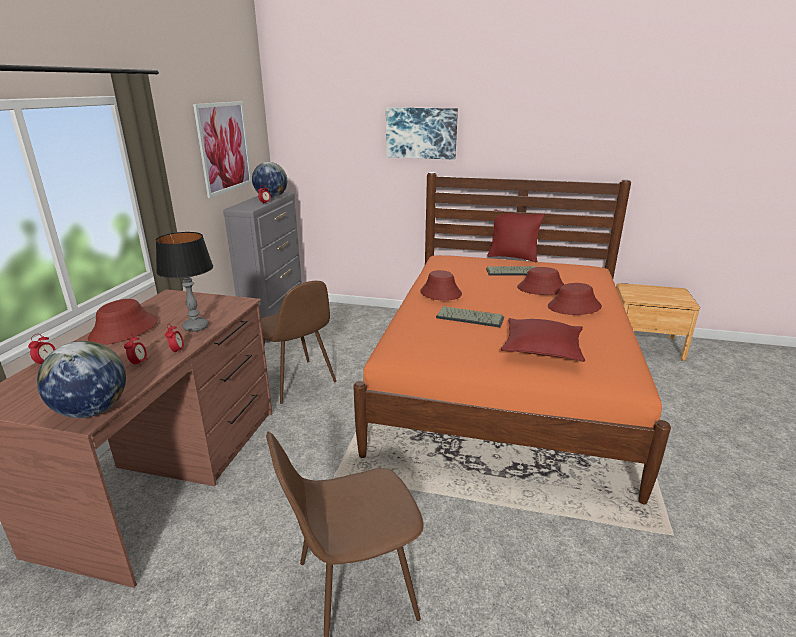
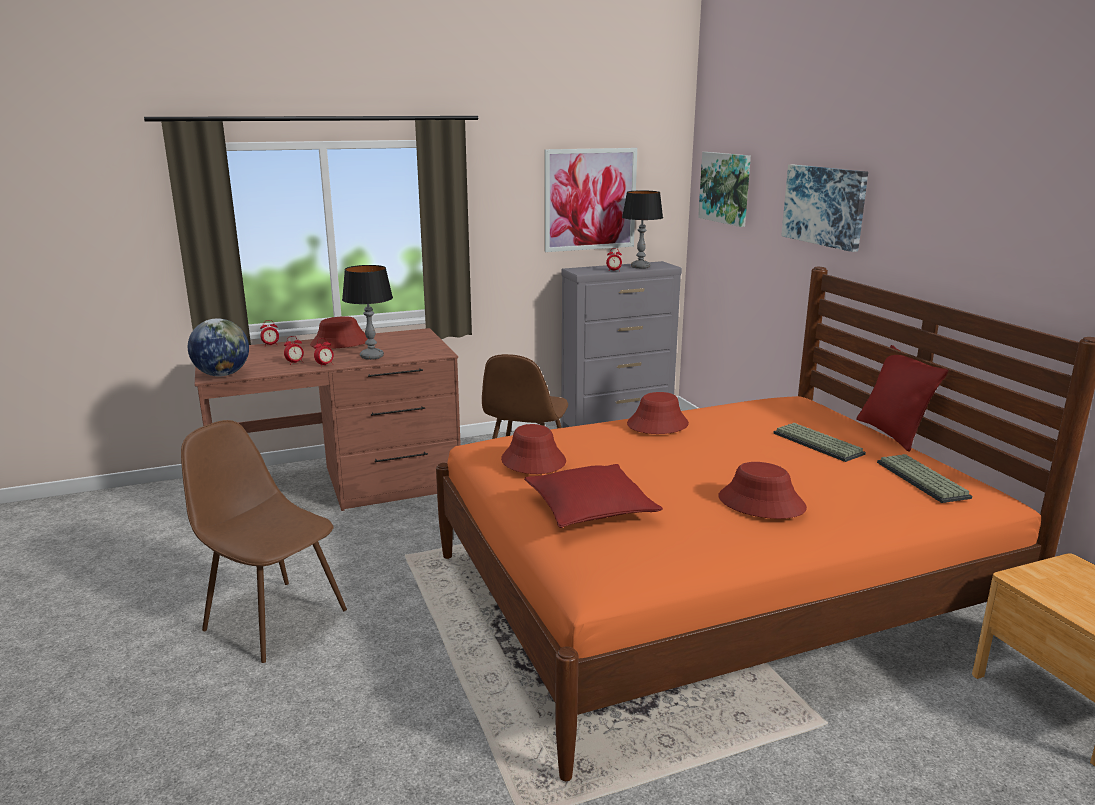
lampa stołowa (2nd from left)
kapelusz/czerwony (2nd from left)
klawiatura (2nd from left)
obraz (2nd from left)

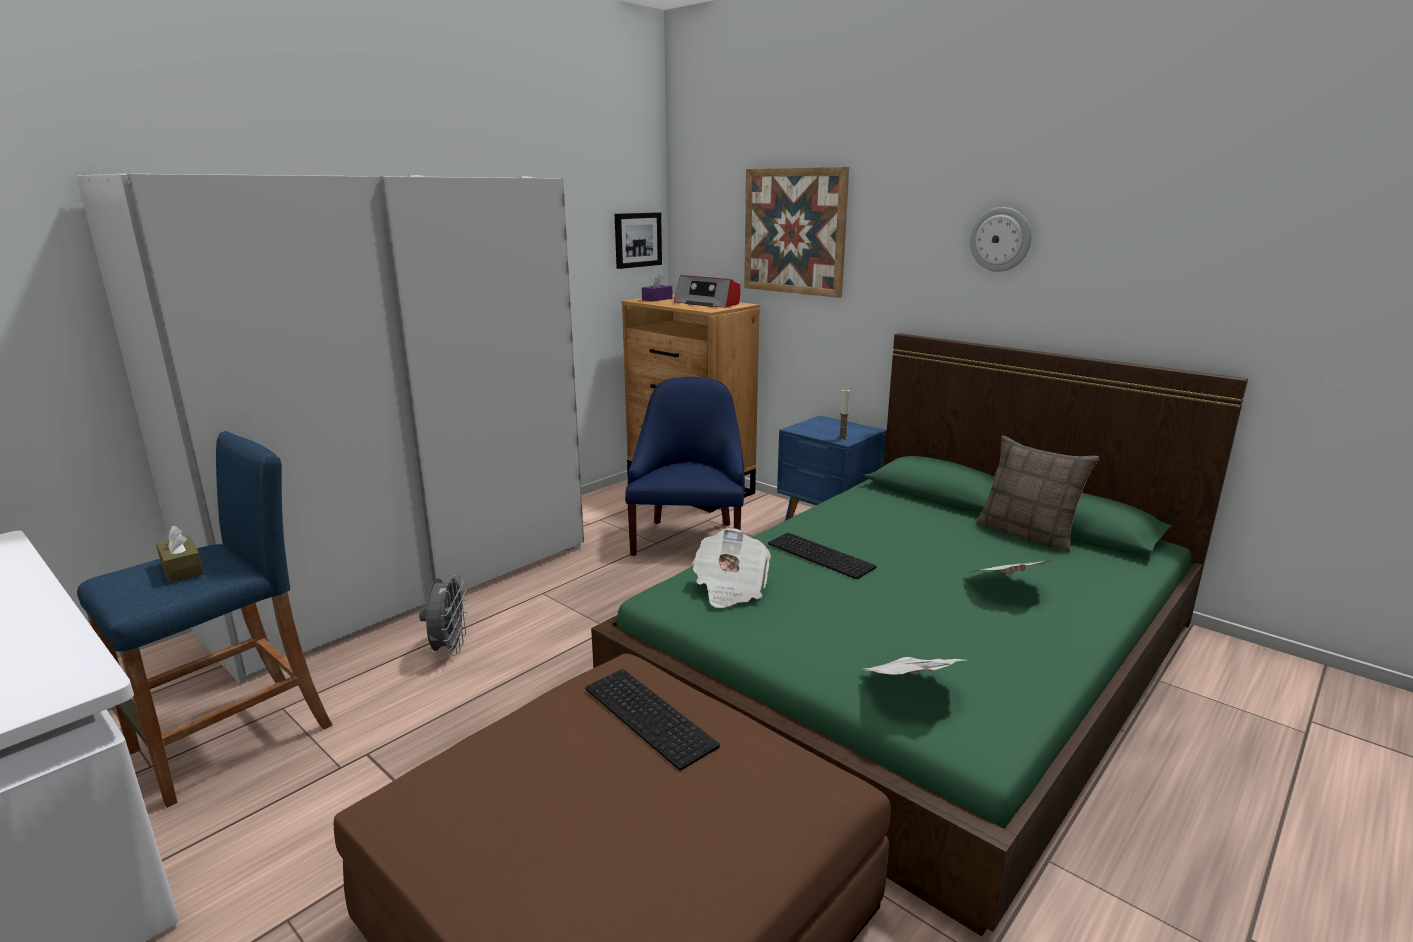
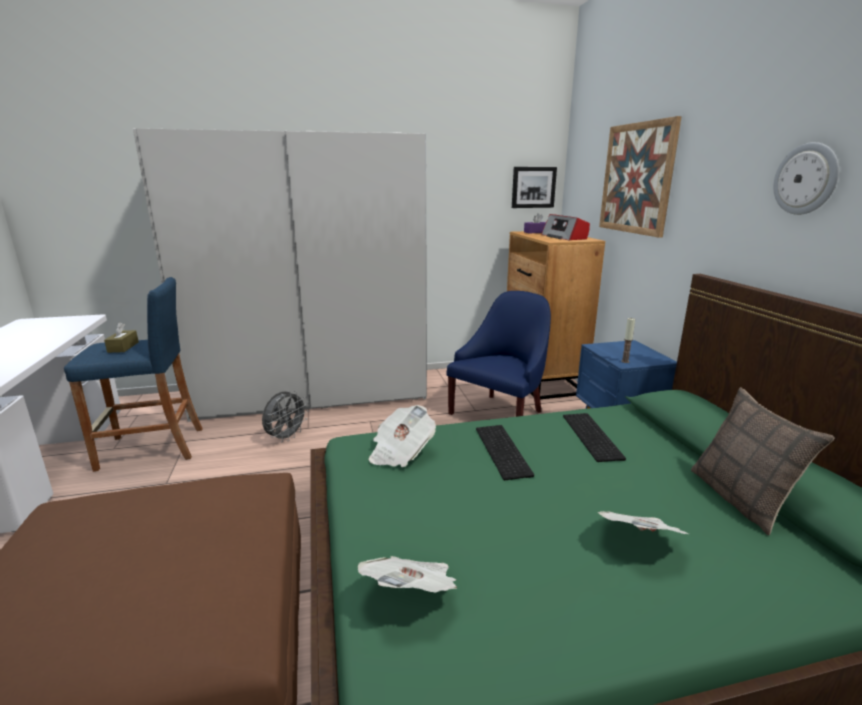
klawiatura (2nd from left)

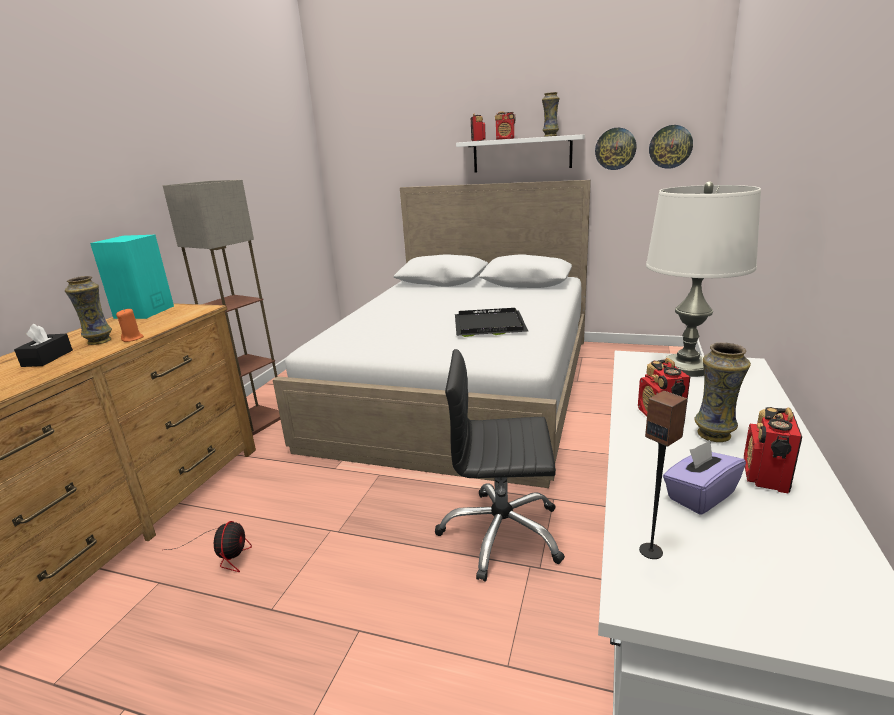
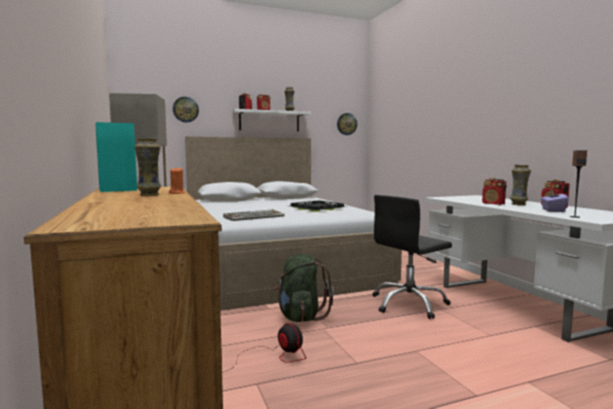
zegar ścienny (1st from left)
lampa stołowa/biały
pudełko chusteczek/czarny
klawiatura
plecak/zielony

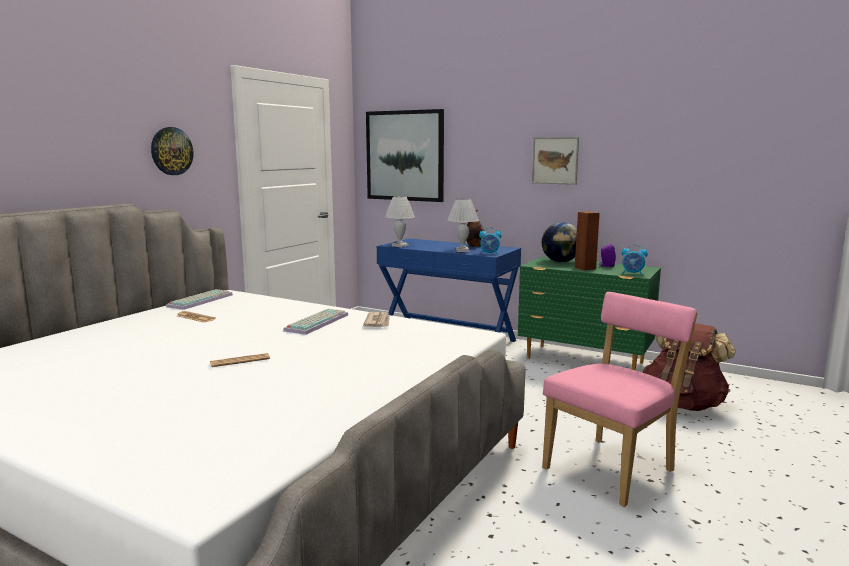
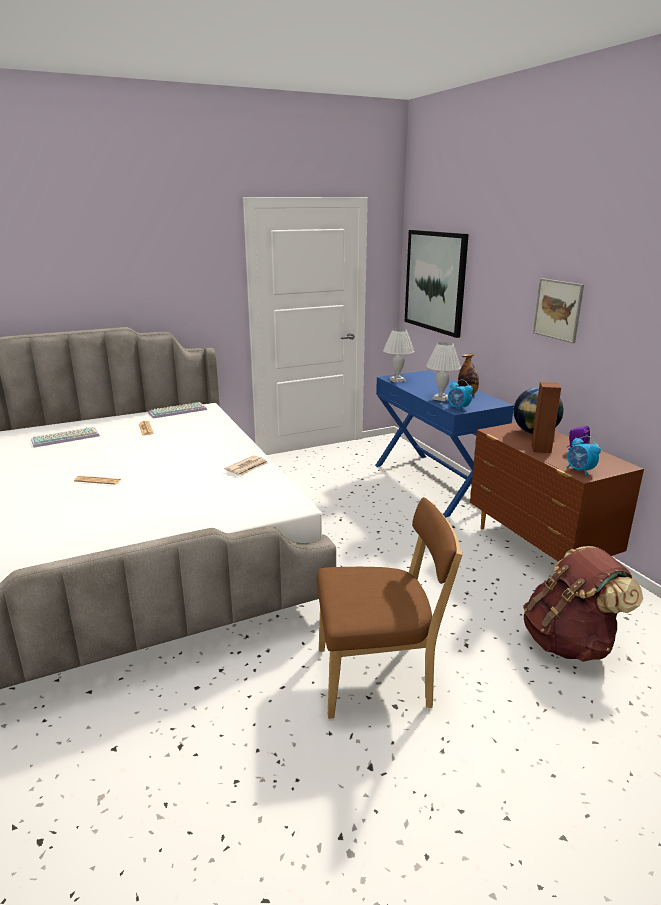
zegar ścienny
komoda/brązowy
krzesło/brązowy
klawiatura (1st from left)

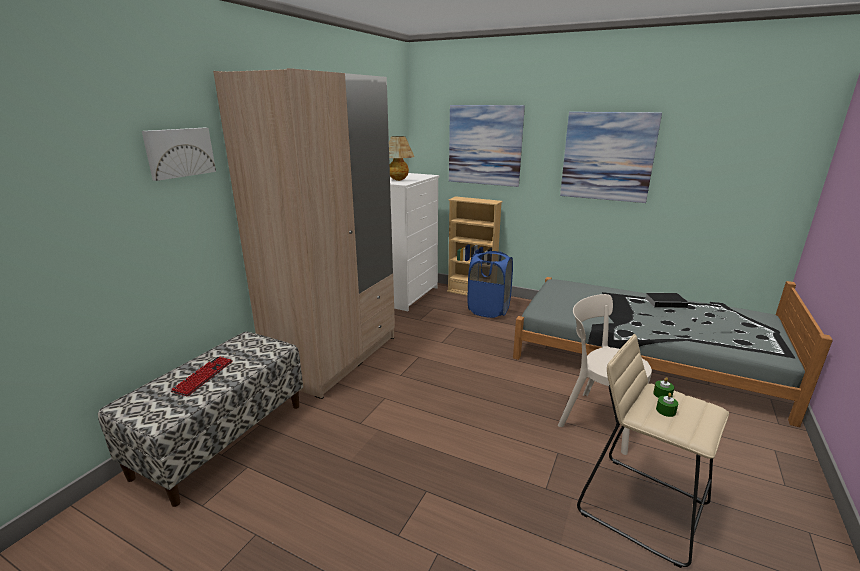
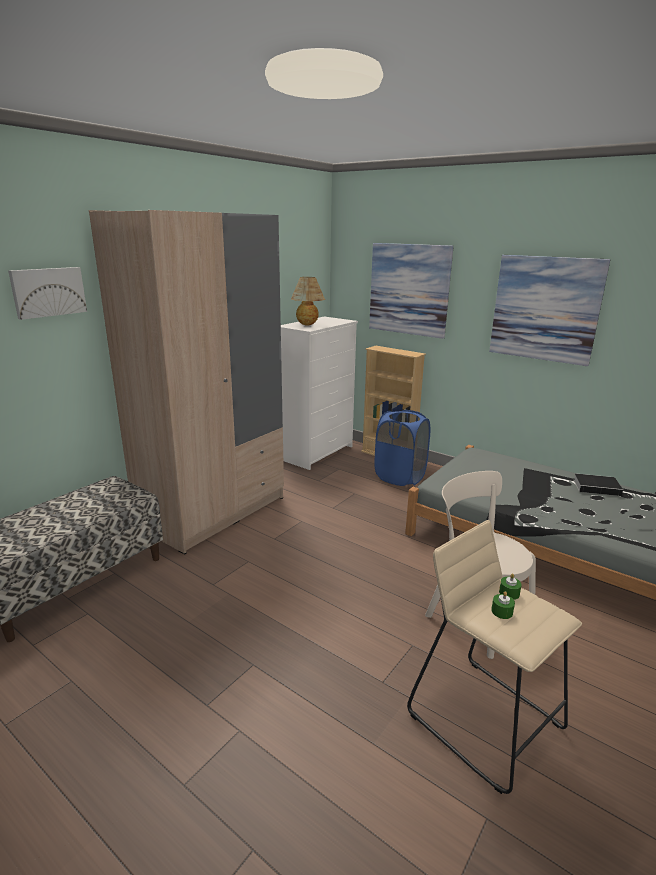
klawiatura

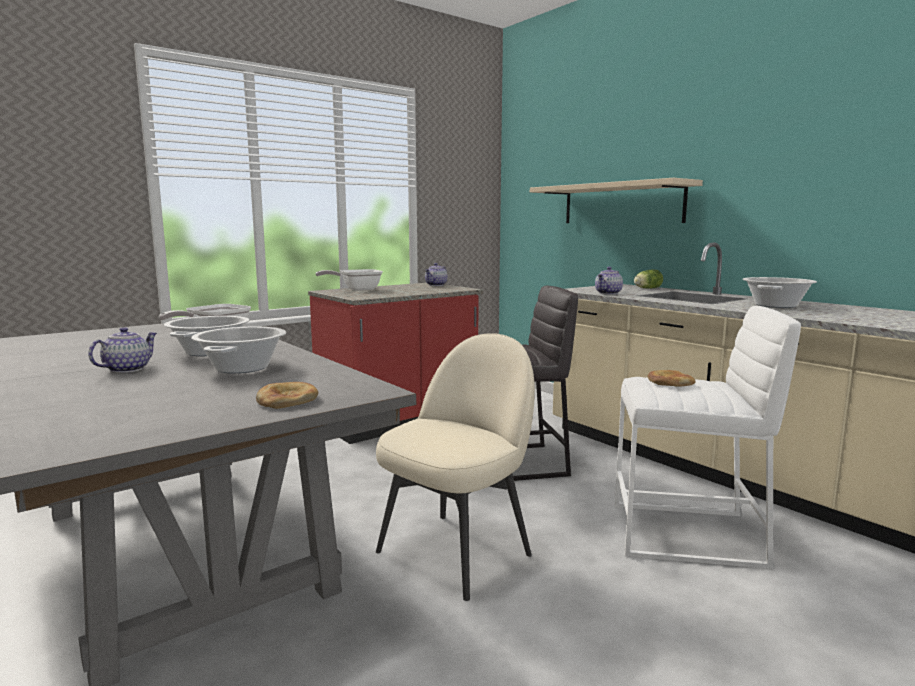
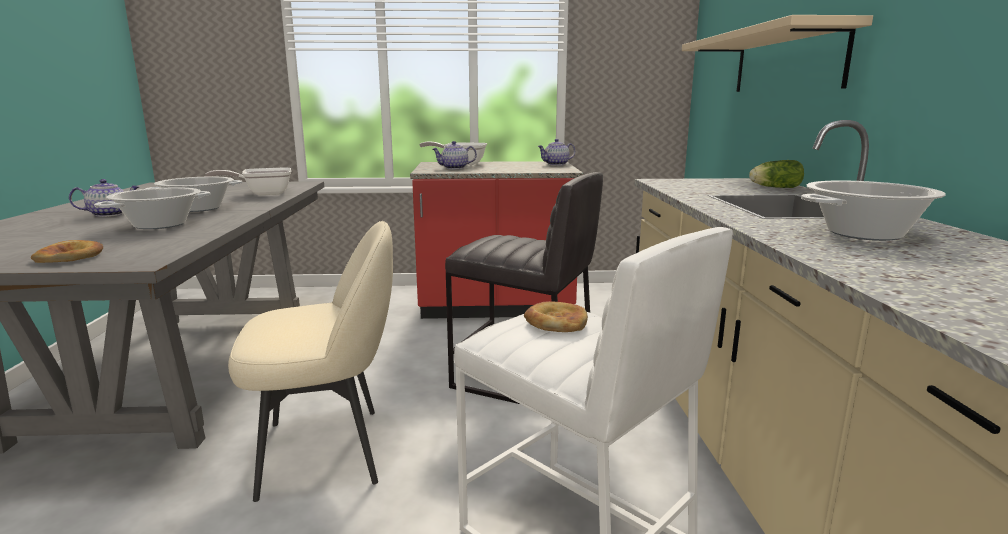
imbryk (2nd from left)

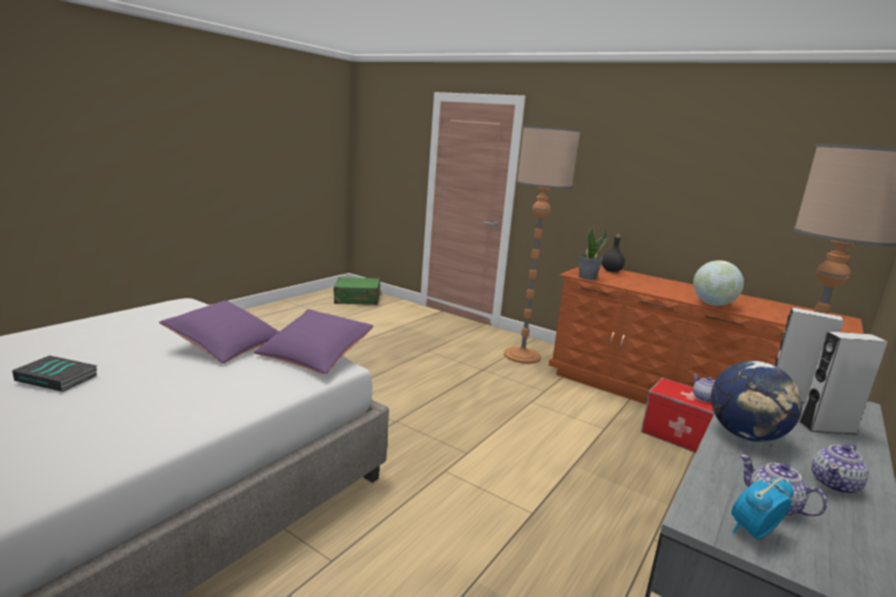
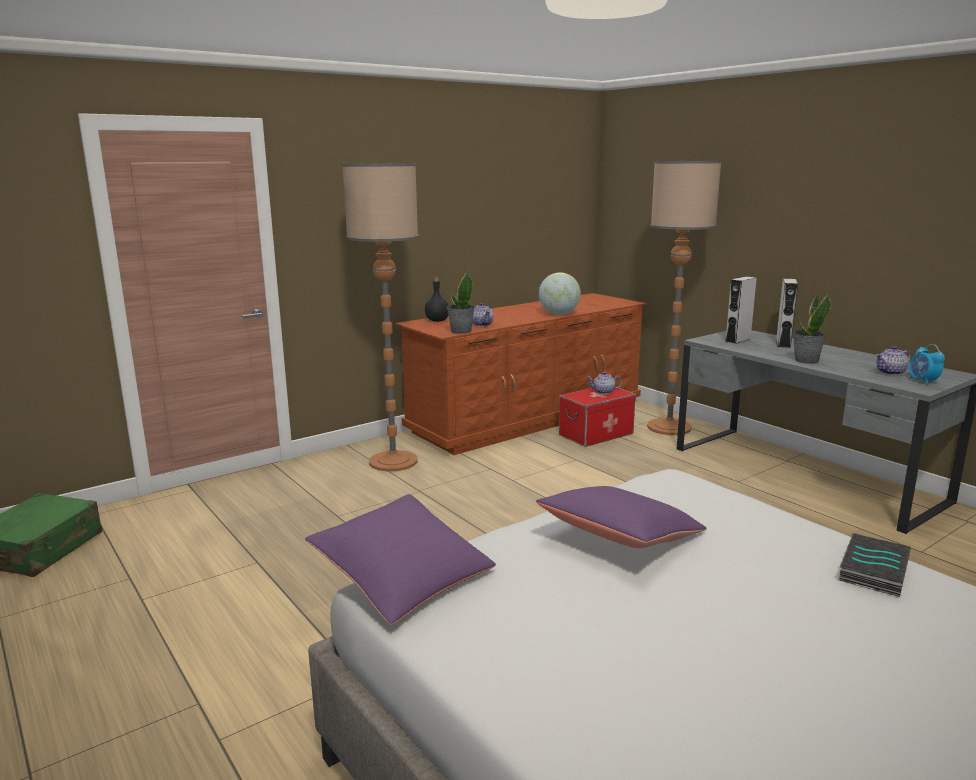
poduszka/fioletowy (1st from left)
książka
roślina doniczkowa (2nd from left)
imbryk (1st from left)

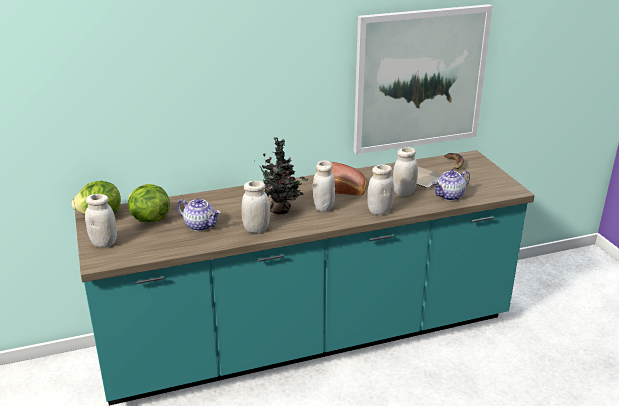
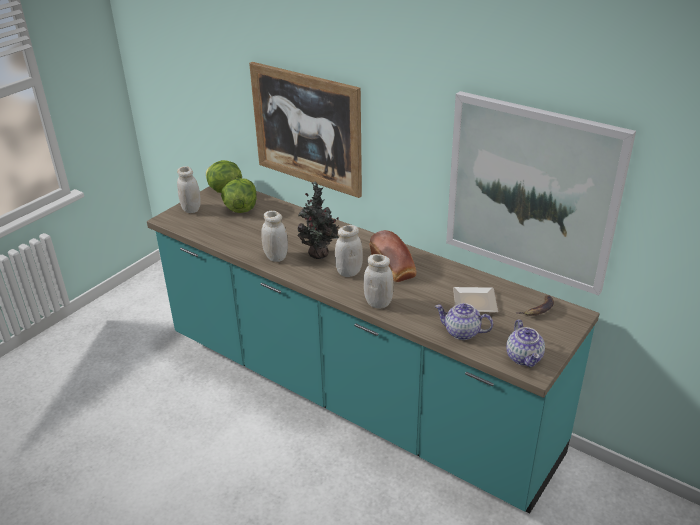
słoik/biały (5th from left in the first image)
imbryk (2nd from left)
obraz (1st from left)

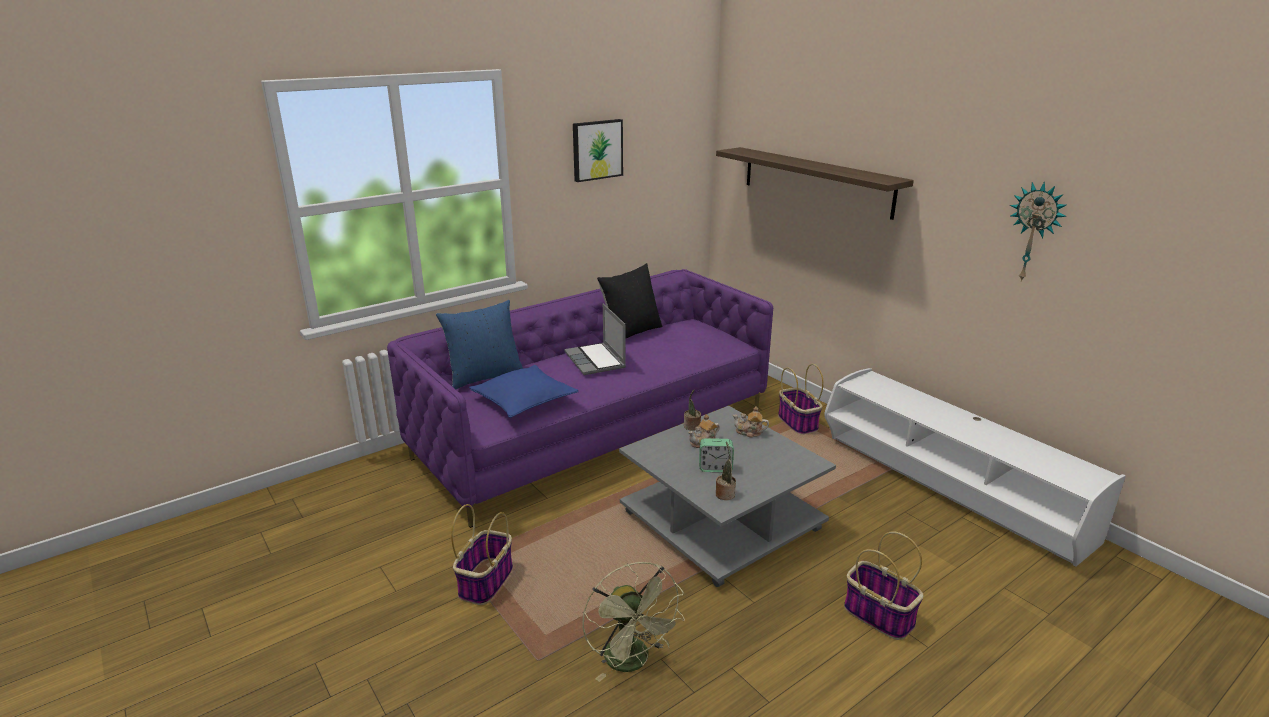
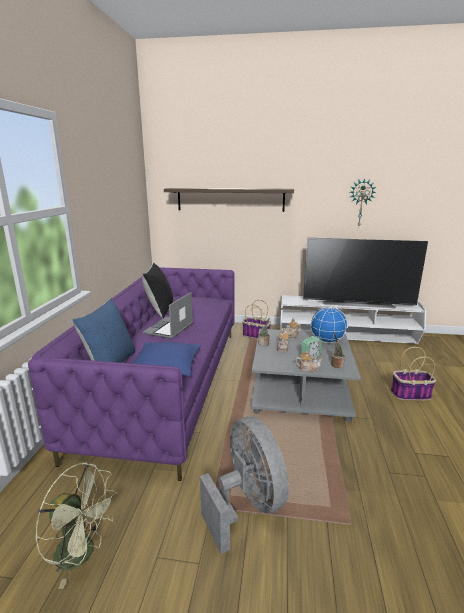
obraz
laptop
wentylator/szary
wentylator/zielony
telewizor
globus
imbryk (3rd from left)

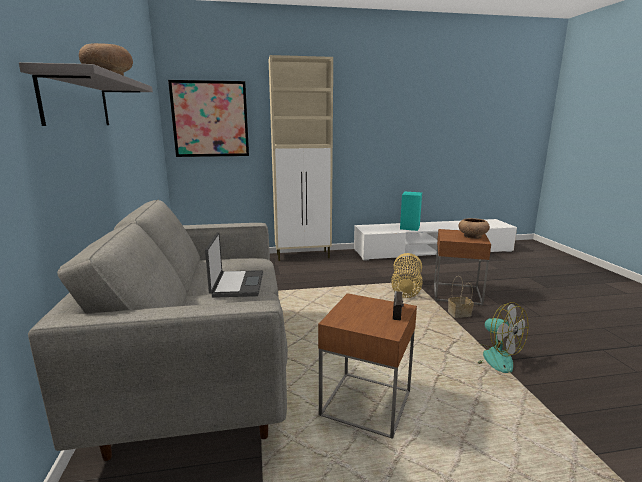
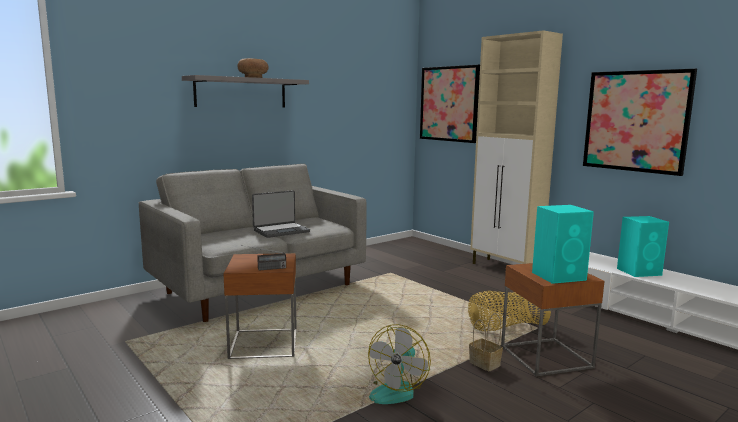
głośnik/turkusowy (1st from left)
obraz (2nd from left)

